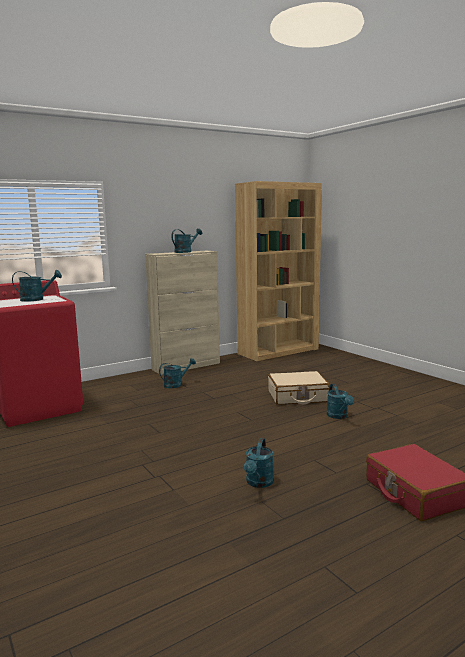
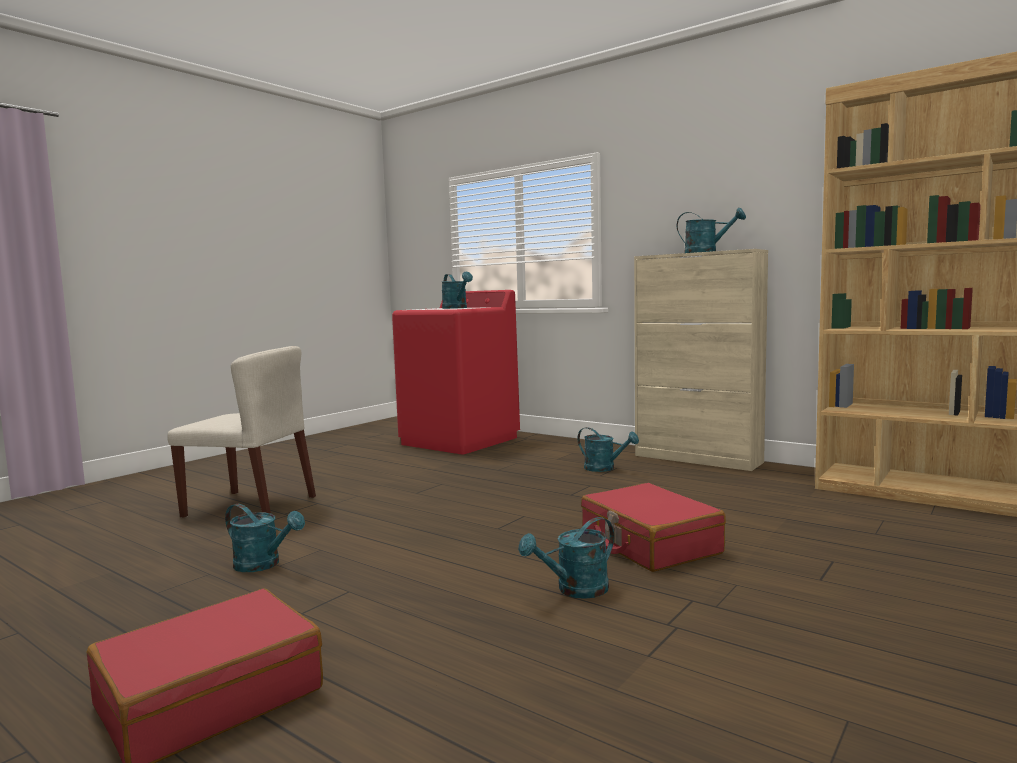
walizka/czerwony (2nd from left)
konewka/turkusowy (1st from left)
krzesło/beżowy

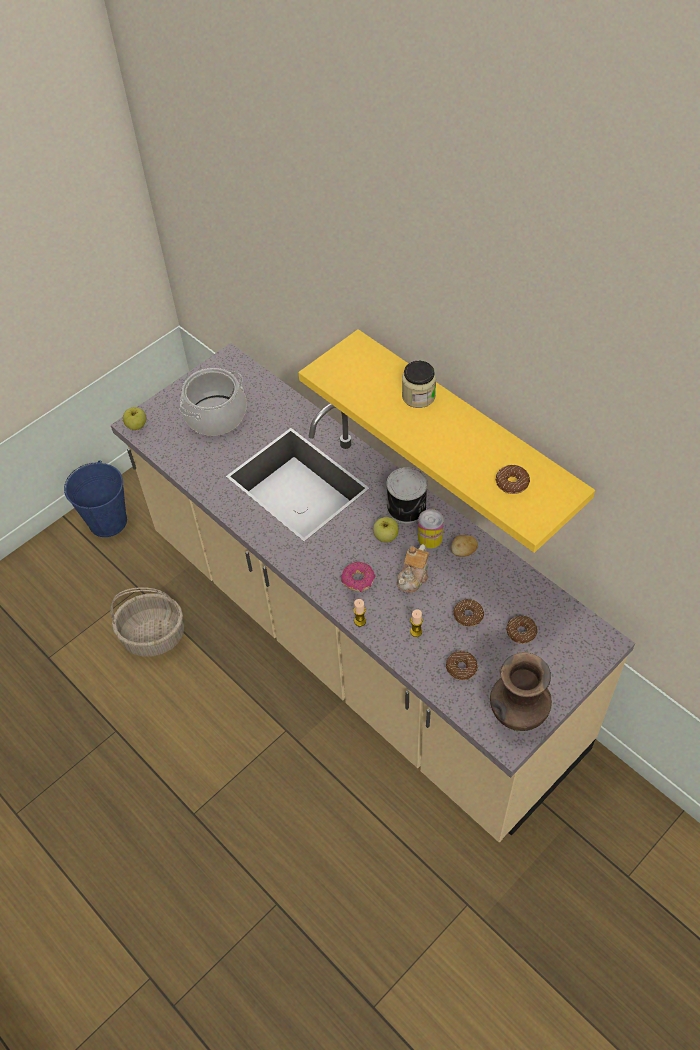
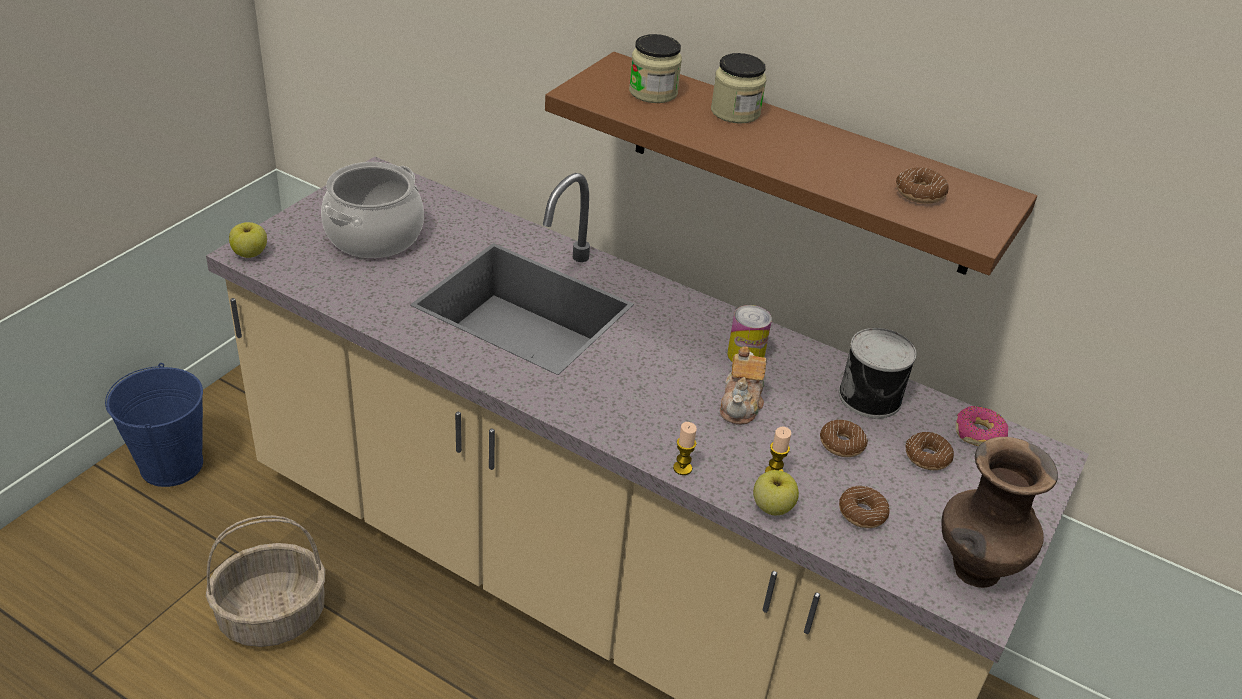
półka/brązowy
puszka (2nd from left)
jabłko (2nd from left)
ziemniak
donut (5th from left)
słoik (1st from left)

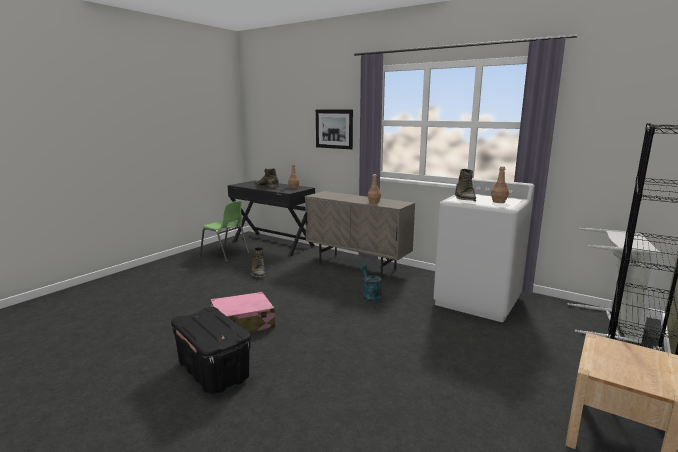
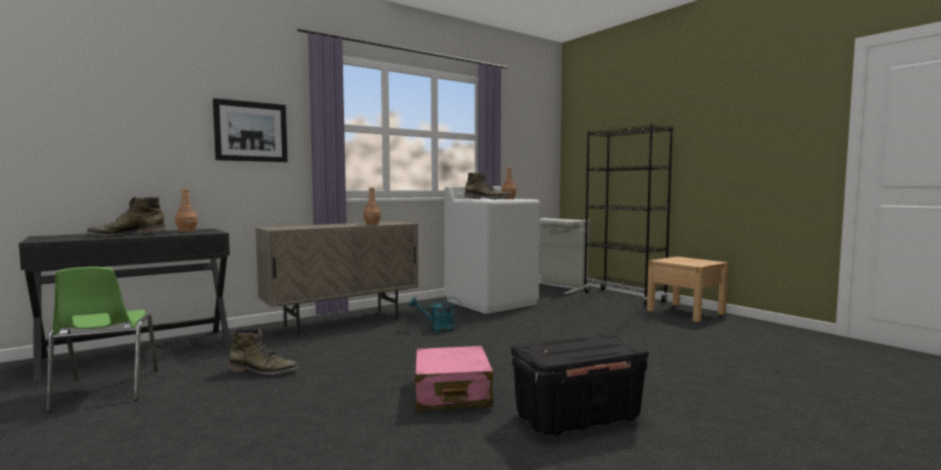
krzesło/zielony

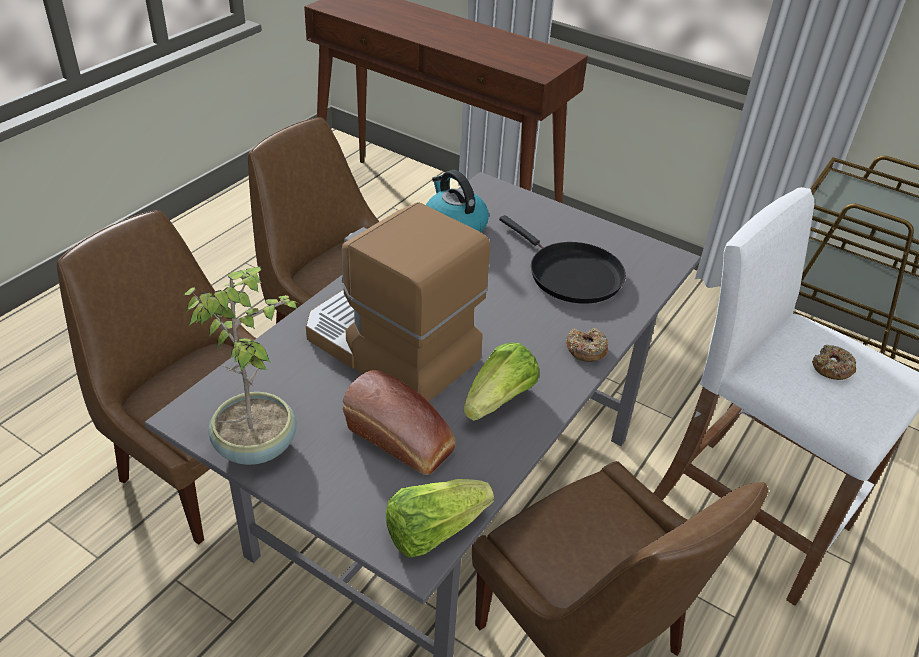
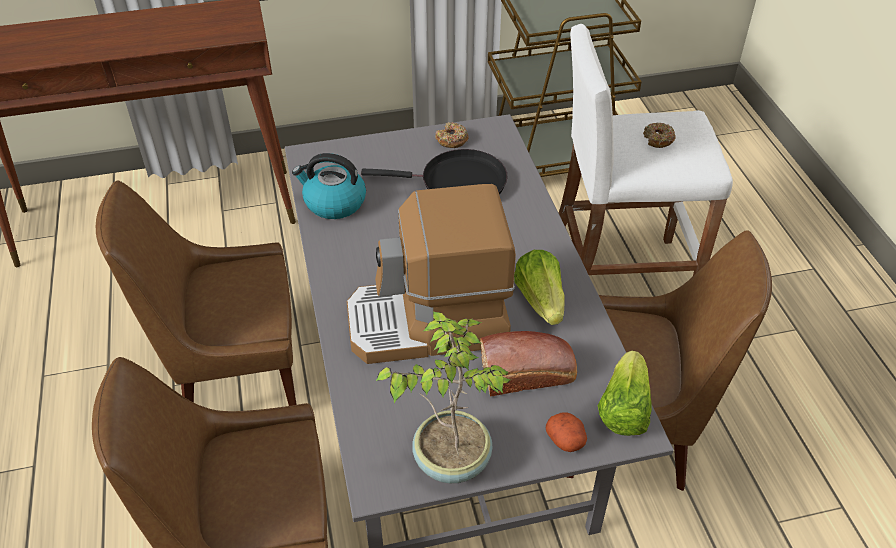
donut (1st from left)
ziemniak

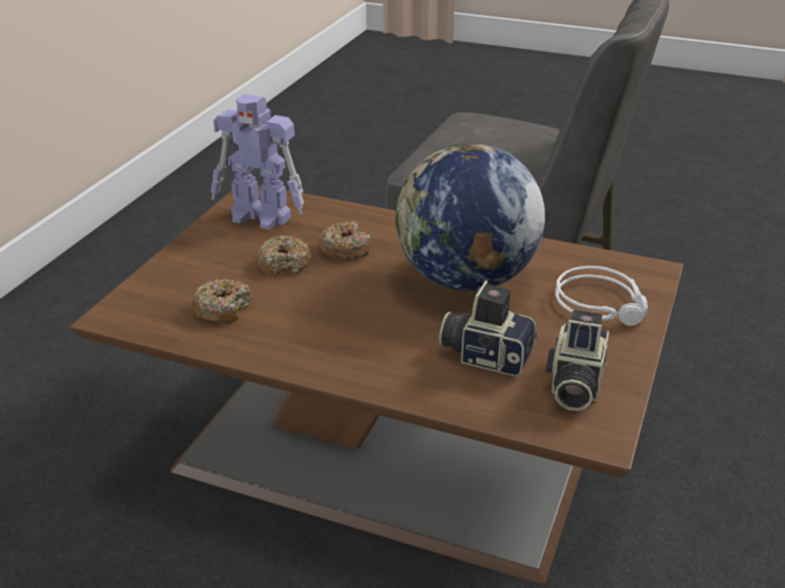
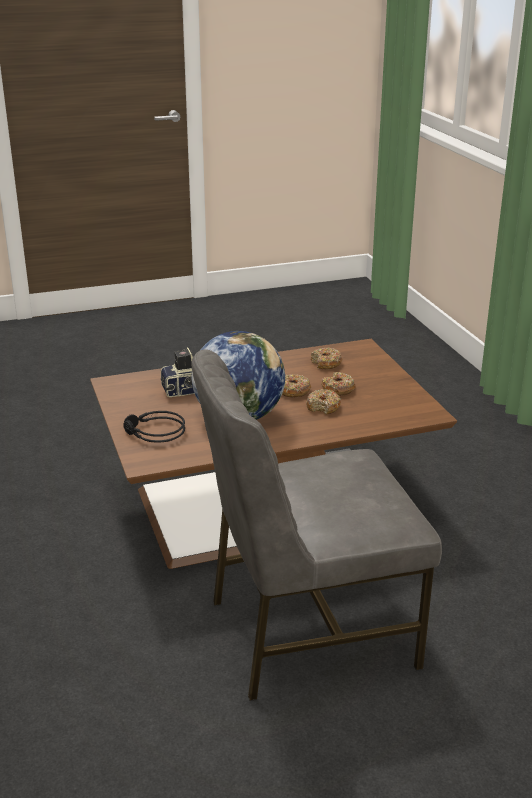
robot zabawkowy
słuchawki/czarny
aparat fotograficzny (2nd from left in the first image)
donut (1st from left)

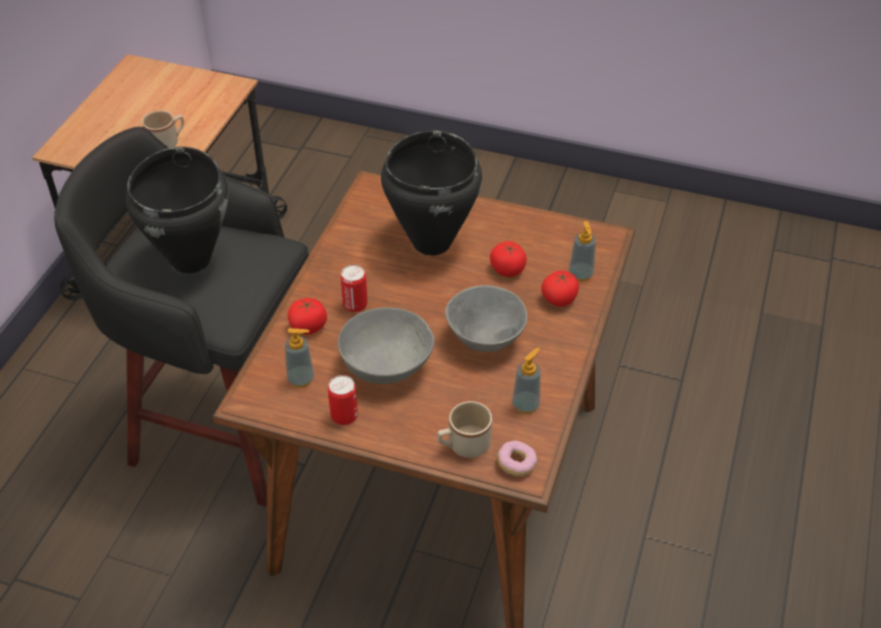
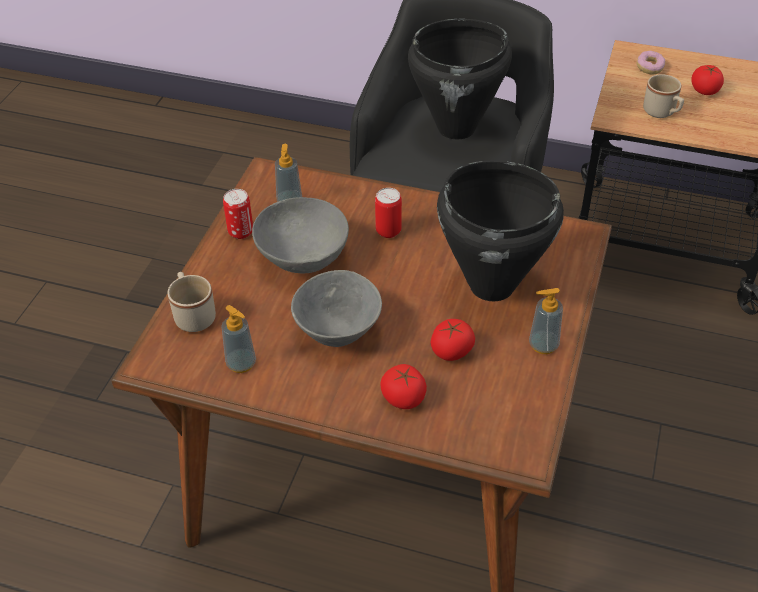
dozownik mydła (3rd from left)
pomidor (3rd from left)
donut

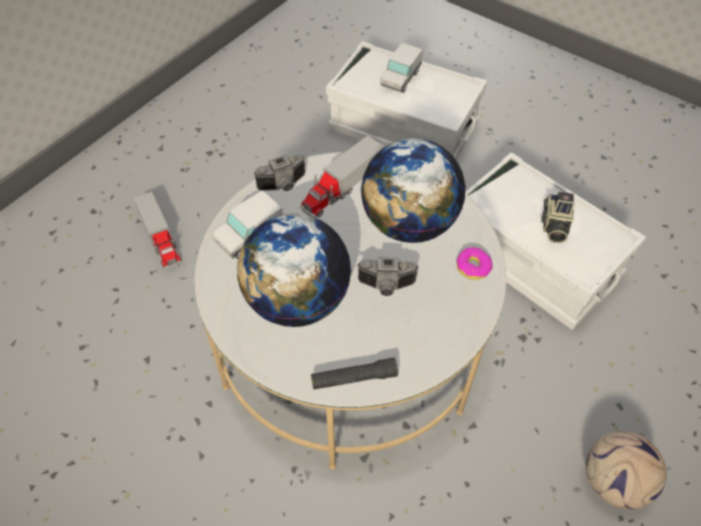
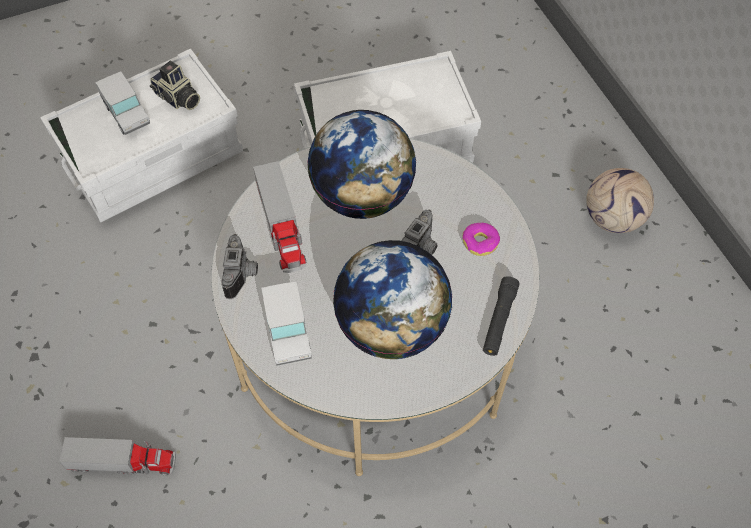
aparat fotograficzny (1st from left)
donut

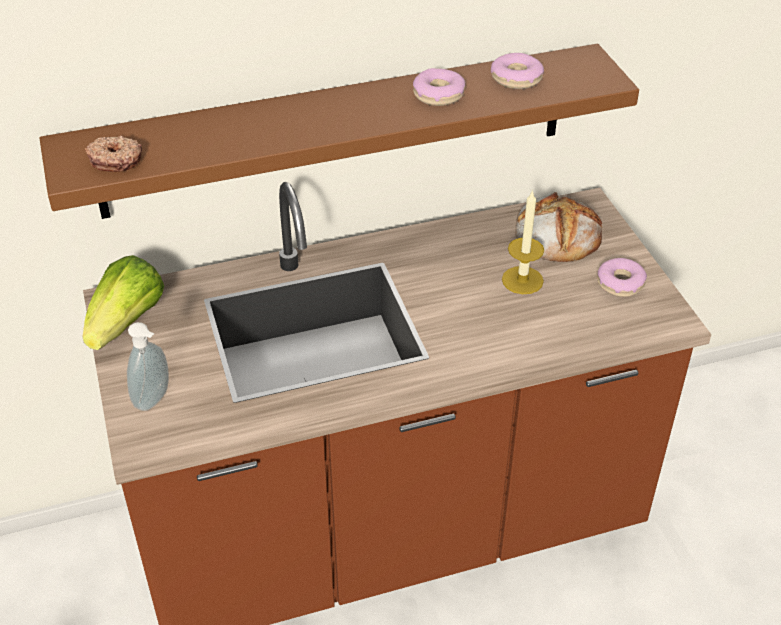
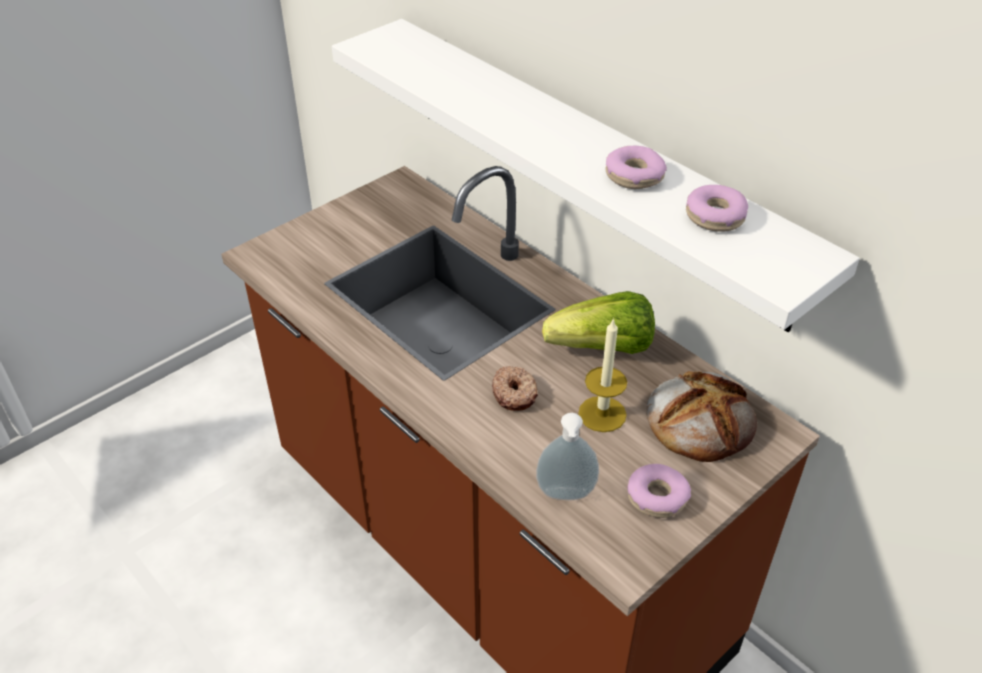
półka/biały
donut (1st from left)
sałata
dozownik mydła

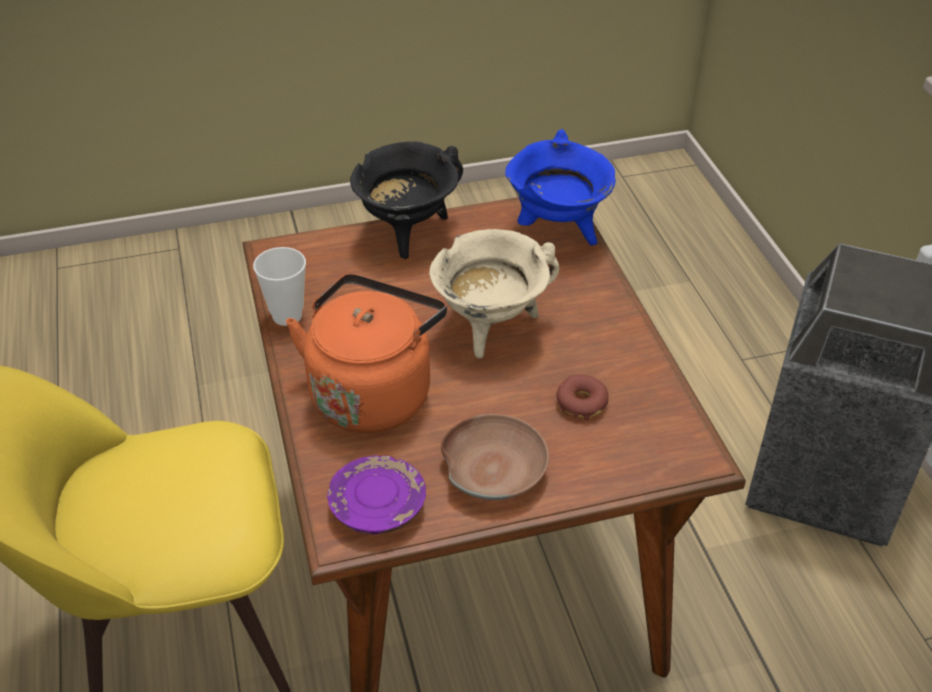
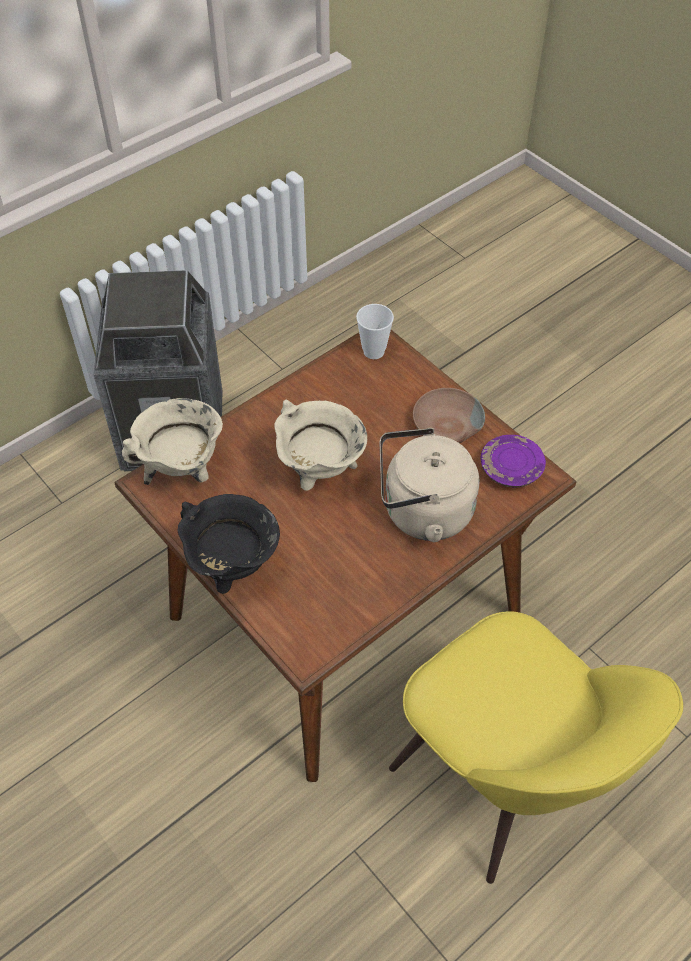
garnek/beżowy (1st from left)
filiżanka
czajnik/beżowy
donut

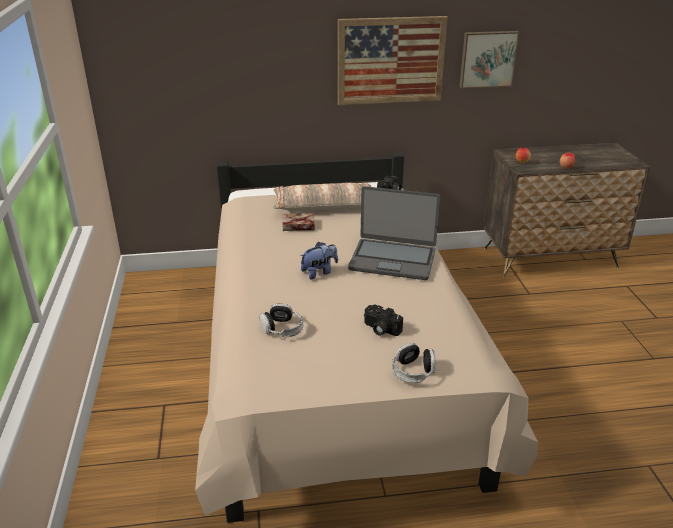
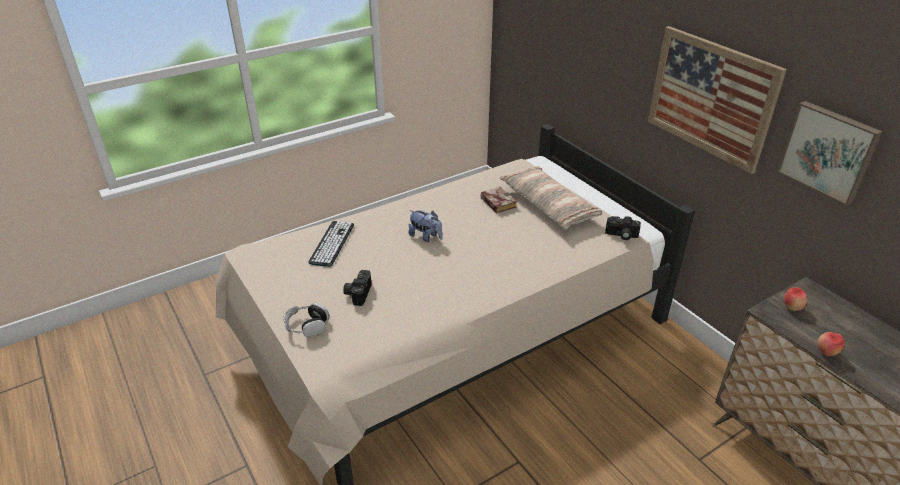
laptop
klawiatura

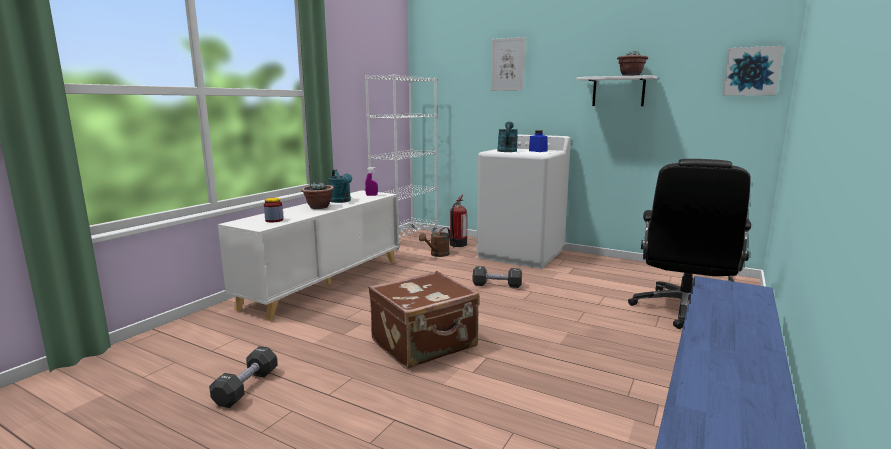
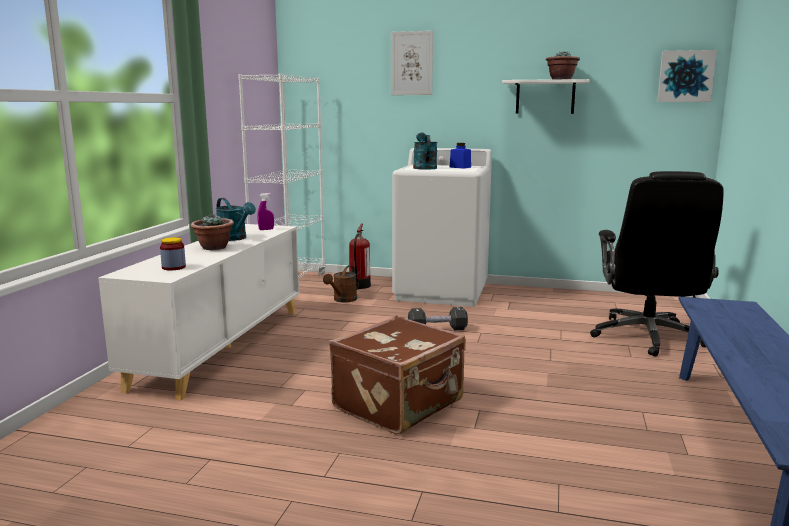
hantel/czarny (1st from left in the first image)

